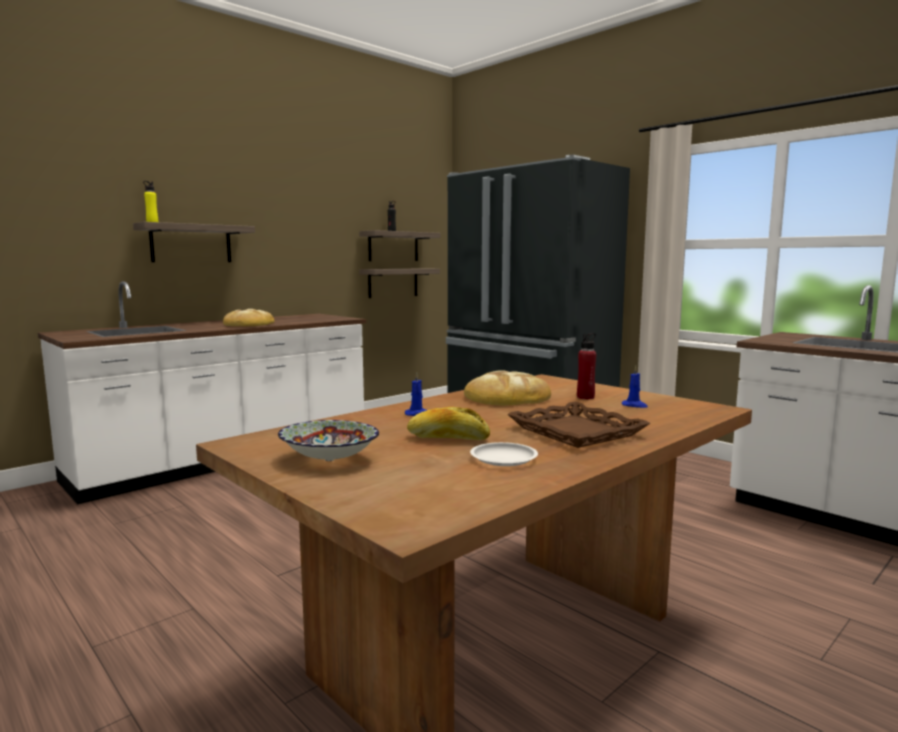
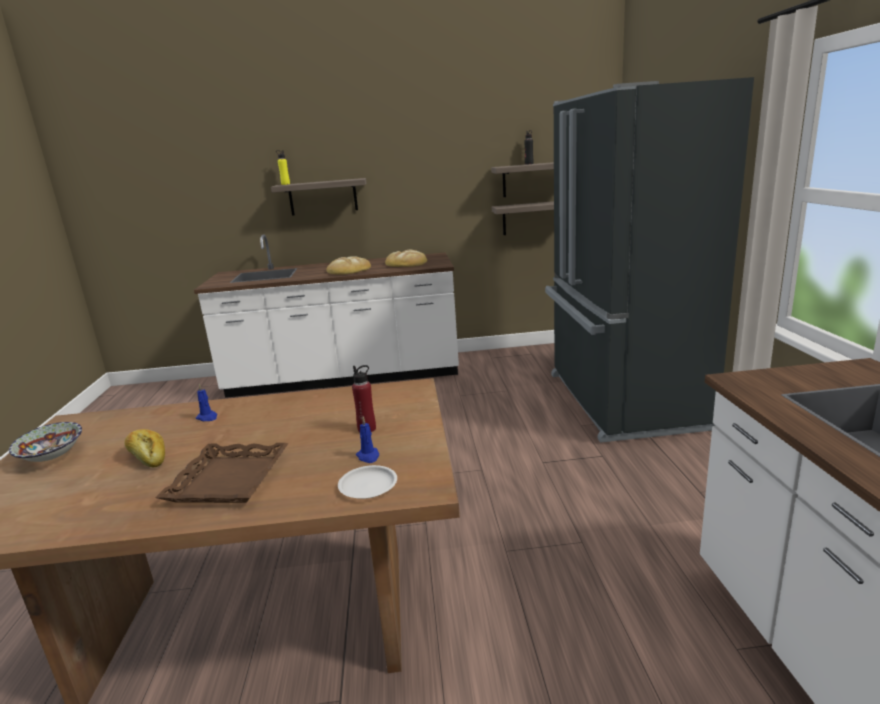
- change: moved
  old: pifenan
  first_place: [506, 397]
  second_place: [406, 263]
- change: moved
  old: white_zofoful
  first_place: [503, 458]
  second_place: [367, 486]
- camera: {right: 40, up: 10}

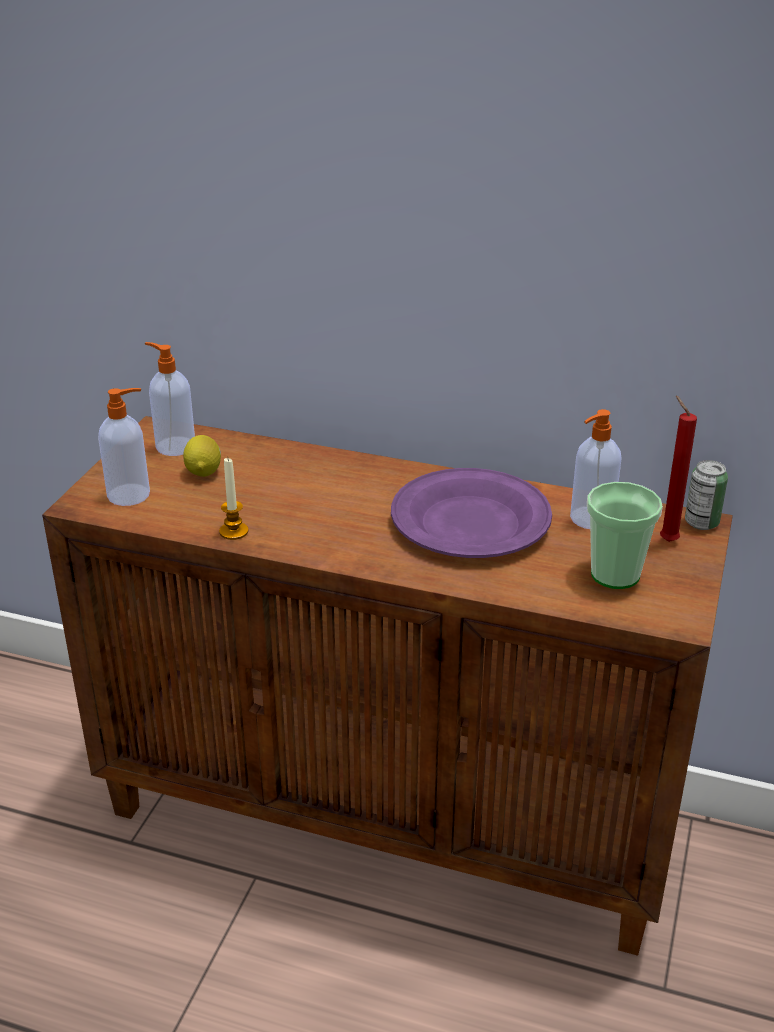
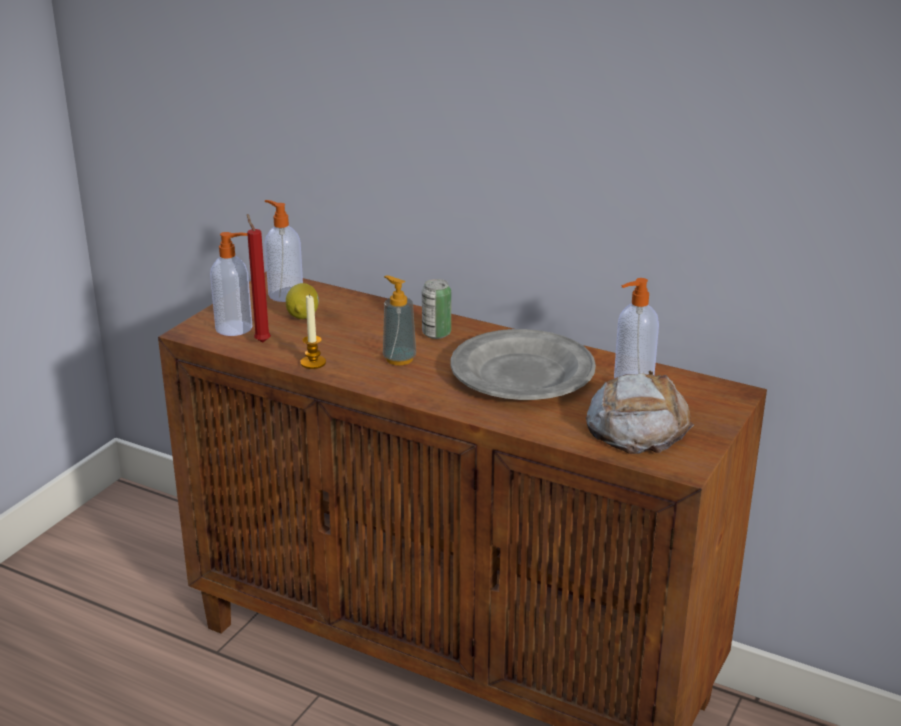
- change: moved
  old: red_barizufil
  first_place: [666, 540]
  second_place: [261, 341]
- change: moved
  old: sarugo
  first_place: [701, 523]
  second_place: [436, 334]
- change: recoloured
  old: purple_zofoful
  new: grey_zofoful
  first_place: [471, 522]
  second_place: [522, 374]
- change: replaced
  old: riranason
  new: pifenan
  first_place: [615, 575]
  second_place: [637, 425]
- change: added
  new: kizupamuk
  second_place: [399, 359]
- camera: {right: 10, up: -5}

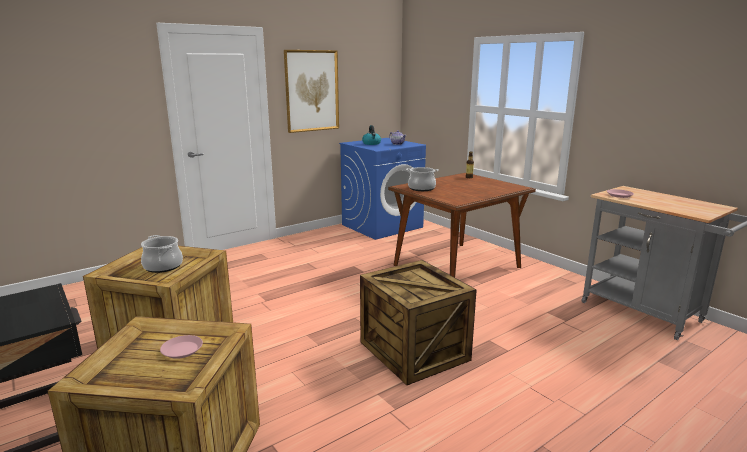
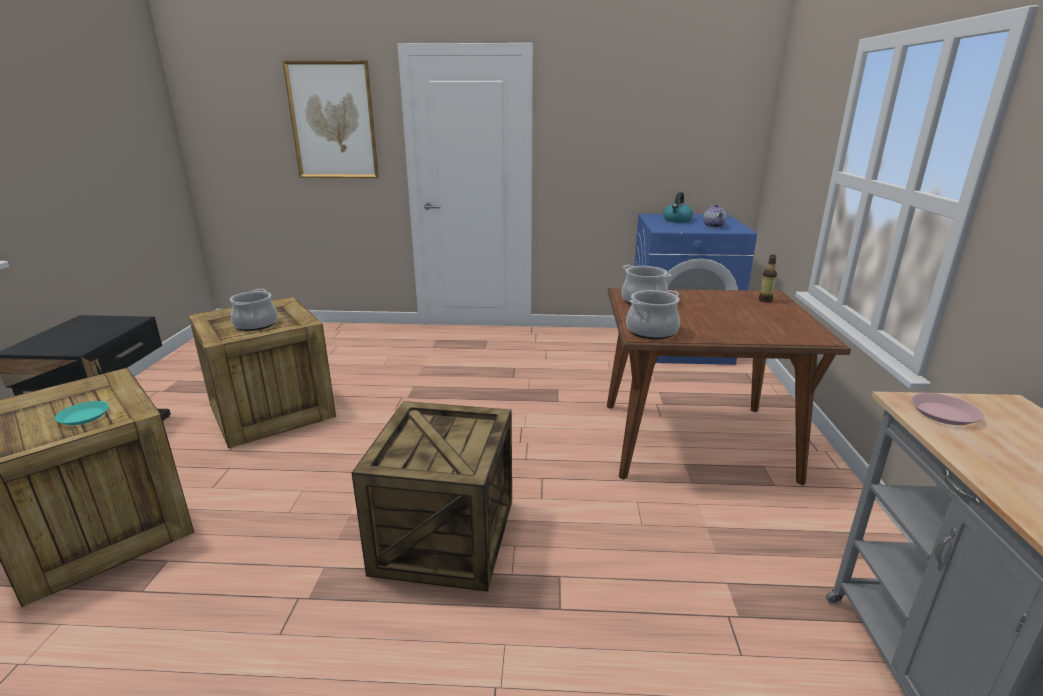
- change: moved
  old: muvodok
  first_place: [312, 91]
  second_place: [333, 121]
- change: recoloured
  old: pink_zofoful
  new: turquoise_zofoful
  first_place: [182, 350]
  second_place: [84, 416]
- change: added
  new: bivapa
  second_place: [651, 331]
- camera: {right: 40, up: 5}

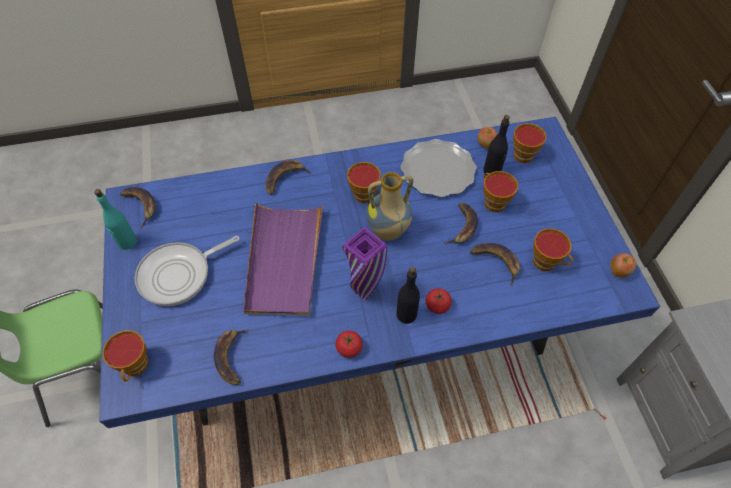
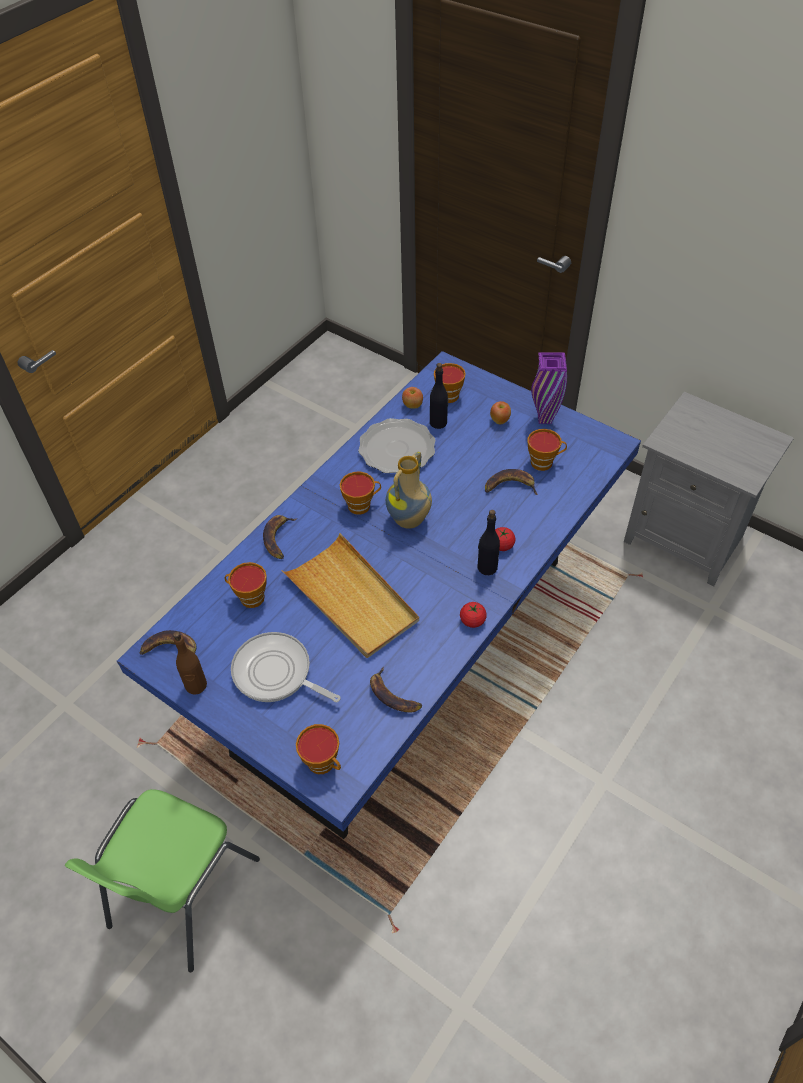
- change: moved
  old: riranason
  first_place: [492, 202]
  second_place: [249, 597]
- change: recoloured
  old: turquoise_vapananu
  new: brown_vapananu
  first_place: [127, 242]
  second_place: [196, 685]
- change: recoloured
  old: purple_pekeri
  new: beige_pekeri
  first_place: [284, 260]
  second_place: [352, 599]
- change: removed
  old: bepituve
  first_place: [462, 227]
- change: moved
  old: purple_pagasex
  first_place: [364, 292]
  second_place: [544, 419]
- change: turned
  old: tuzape
  first_place: [179, 275]
  second_place: [276, 673]
  degrees: 105
- change: moved
  old: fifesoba
  first_place: [618, 271]
  second_place: [500, 420]
- camera: {right: -40, up: -5}

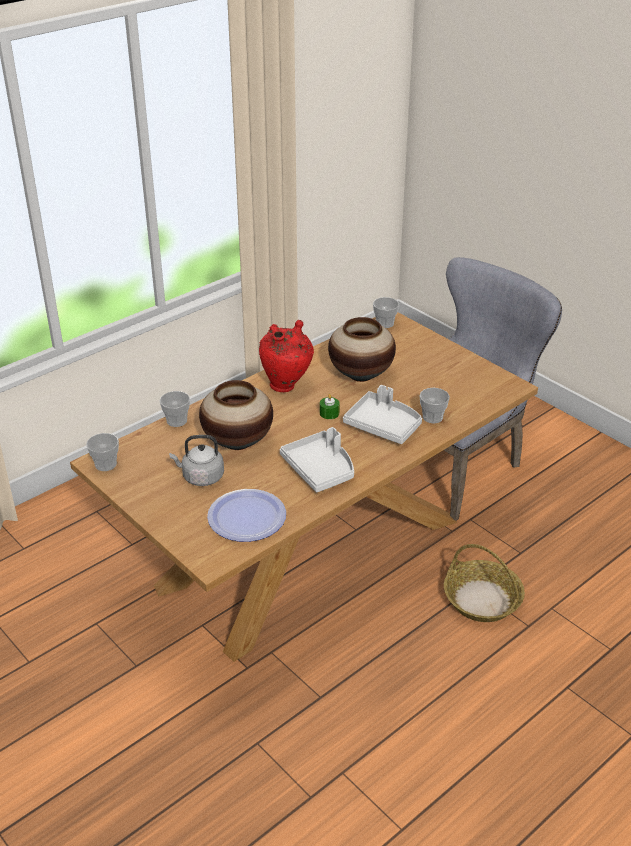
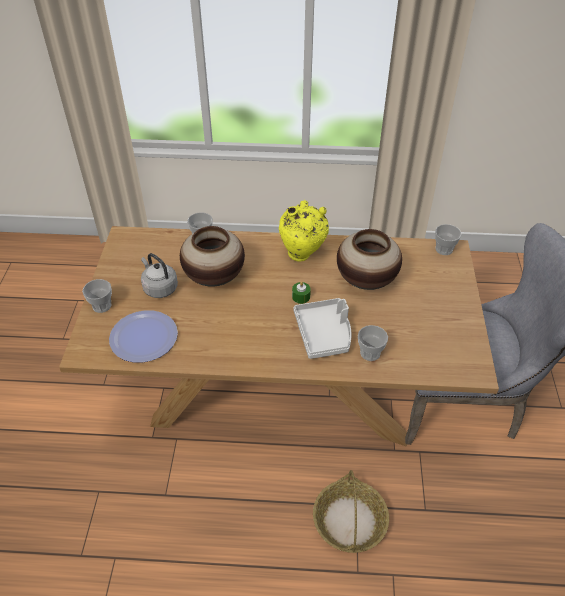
- change: recoloured
  old: red_pagasex
  new: yellow_pagasex
  first_place: [286, 386]
  second_place: [302, 256]
- change: removed
  old: grey_pekeri
  first_place: [320, 469]
- change: moved
  old: riranason
  first_place: [105, 464]
  second_place: [102, 306]
- camera: {right: 45, up: 10}

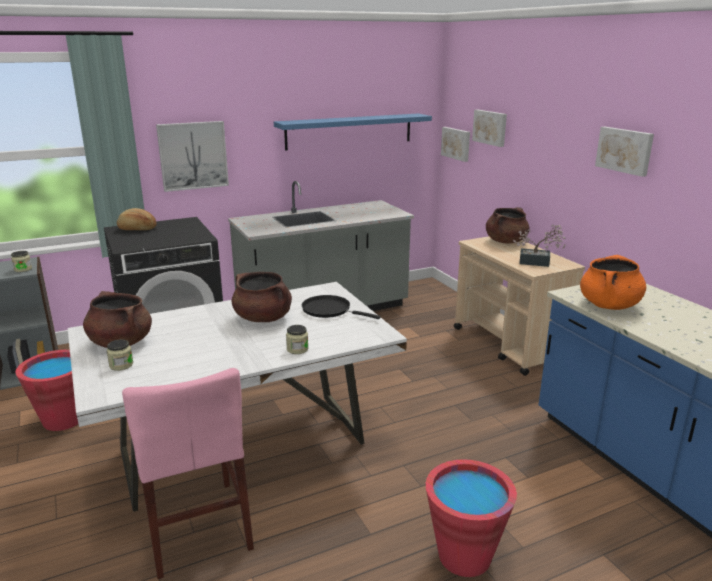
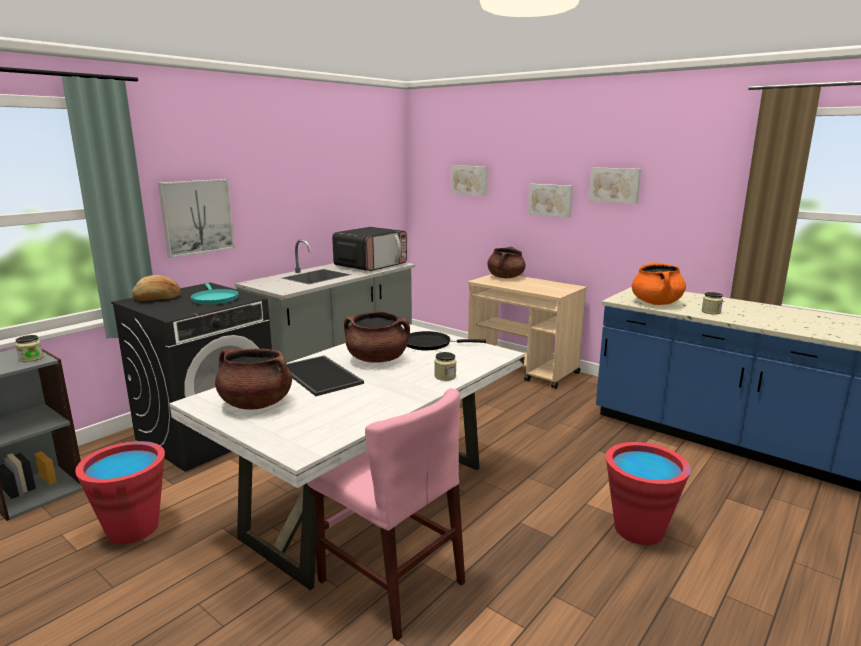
- change: removed
  old: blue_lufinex
  first_place: [349, 131]
- change: moved
  old: muvodok
  first_place: [456, 143]
  second_place: [550, 200]
- change: removed
  old: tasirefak
  first_place: [538, 262]
- change: moved
  old: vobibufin
  first_place: [121, 365]
  second_place: [711, 312]
- change: added
  new: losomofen
  second_place: [371, 265]
- change: added
  new: turquoise_tuzape
  second_place: [214, 299]
- change: added
  new: pekeri
  second_place: [322, 375]
- camera: {right: -25, up: -5}

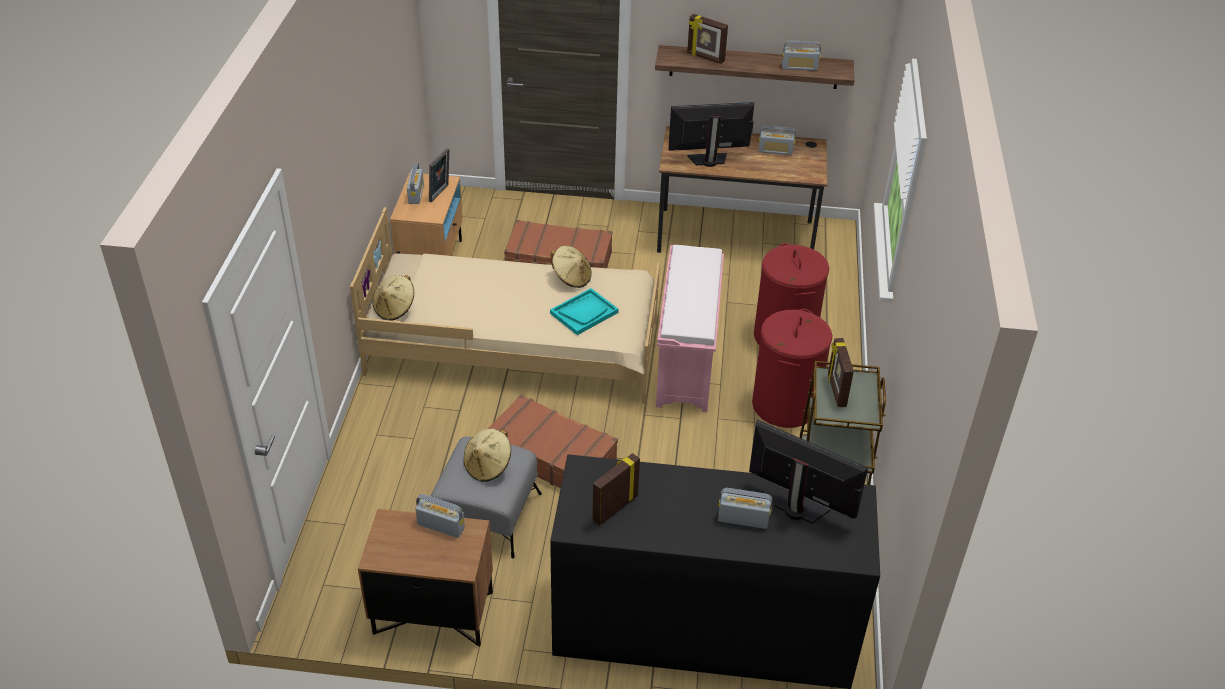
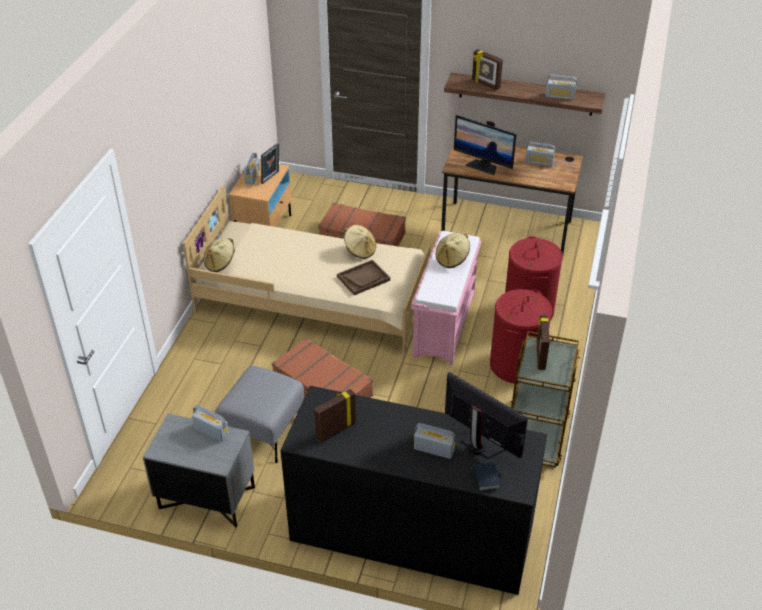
- change: turned
  old: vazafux
  first_place: [708, 160]
  second_place: [483, 166]
  degrees: -150
- change: recoloured
  old: turquoise_pekeri
  new: brown_pekeri
  first_place: [584, 313]
  second_place: [363, 278]
- change: moved
  old: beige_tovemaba
  first_place: [488, 466]
  second_place: [452, 259]
- change: recoloured
  old: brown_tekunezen
  new: grey_tekunezen
  first_place: [432, 614]
  second_place: [206, 498]
- change: added
  new: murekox
  second_place: [486, 479]
- camera: {right: 10, up: 0}

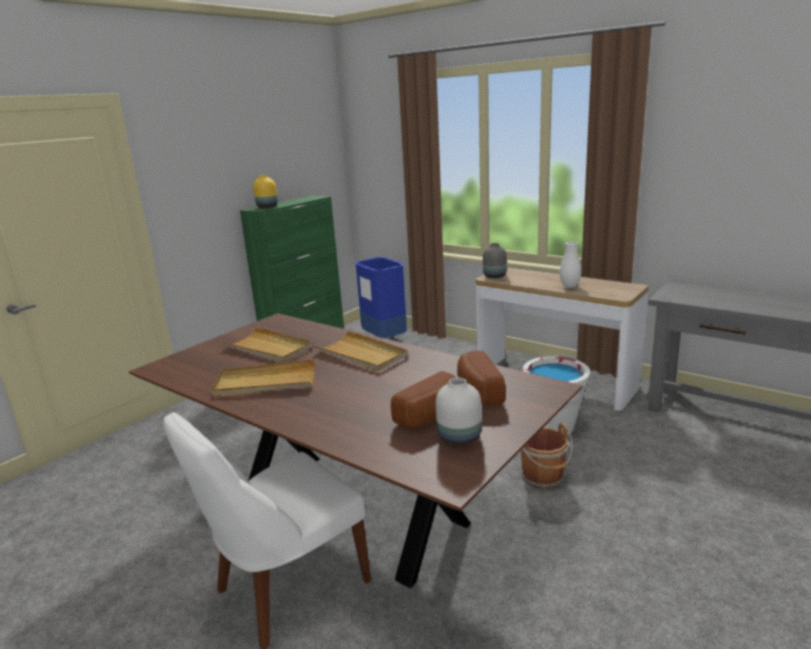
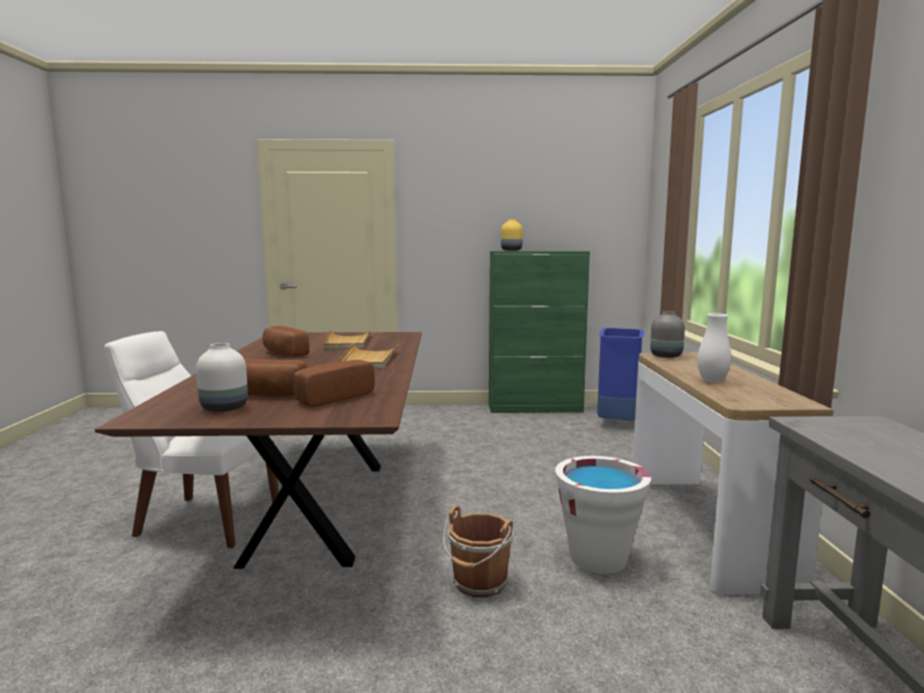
- change: replaced
  old: beige_pekeri
  new: pifenan
  first_place: [265, 382]
  second_place: [283, 353]
- camera: {right: 50, up: -10}

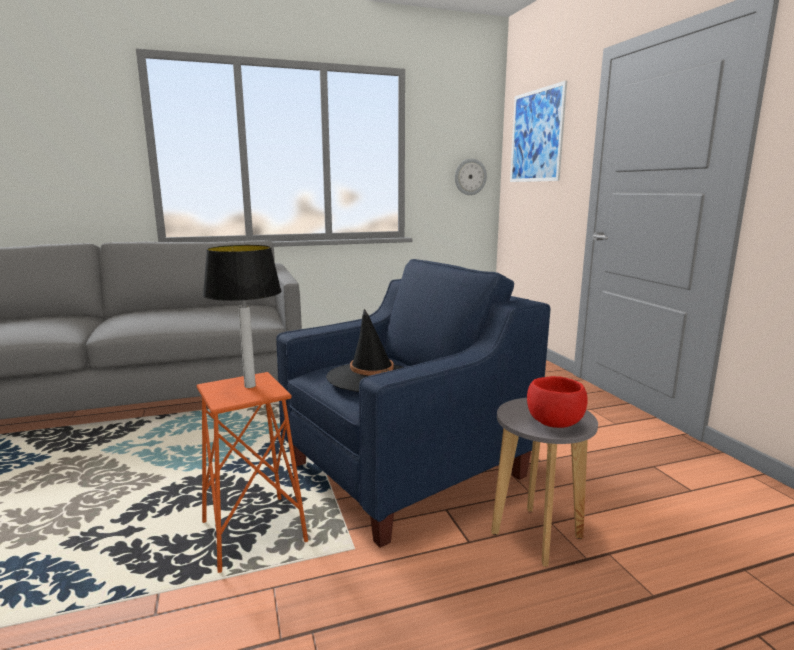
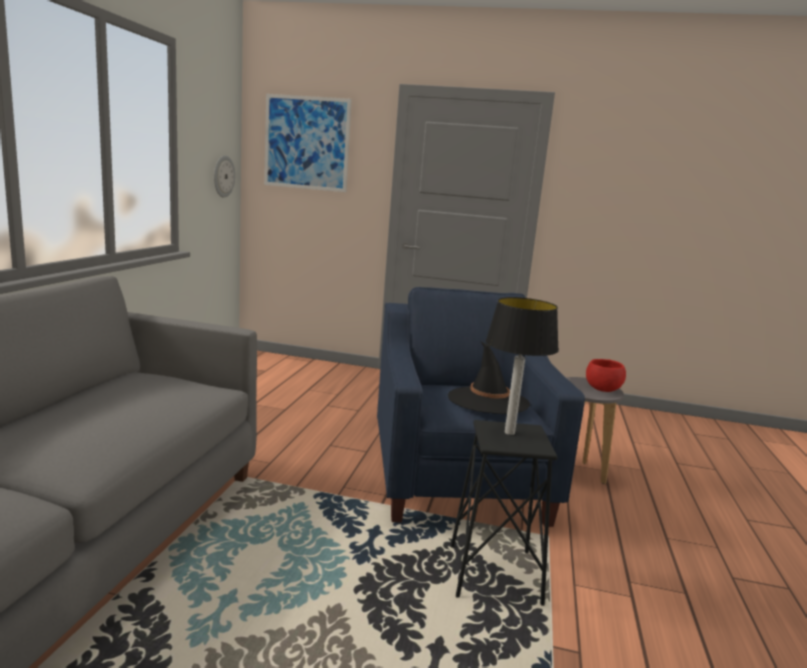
- change: recoloured
  old: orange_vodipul
  new: black_vodipul
  first_place: [253, 533]
  second_place: [494, 575]
- camera: {right: -60, up: 0}

